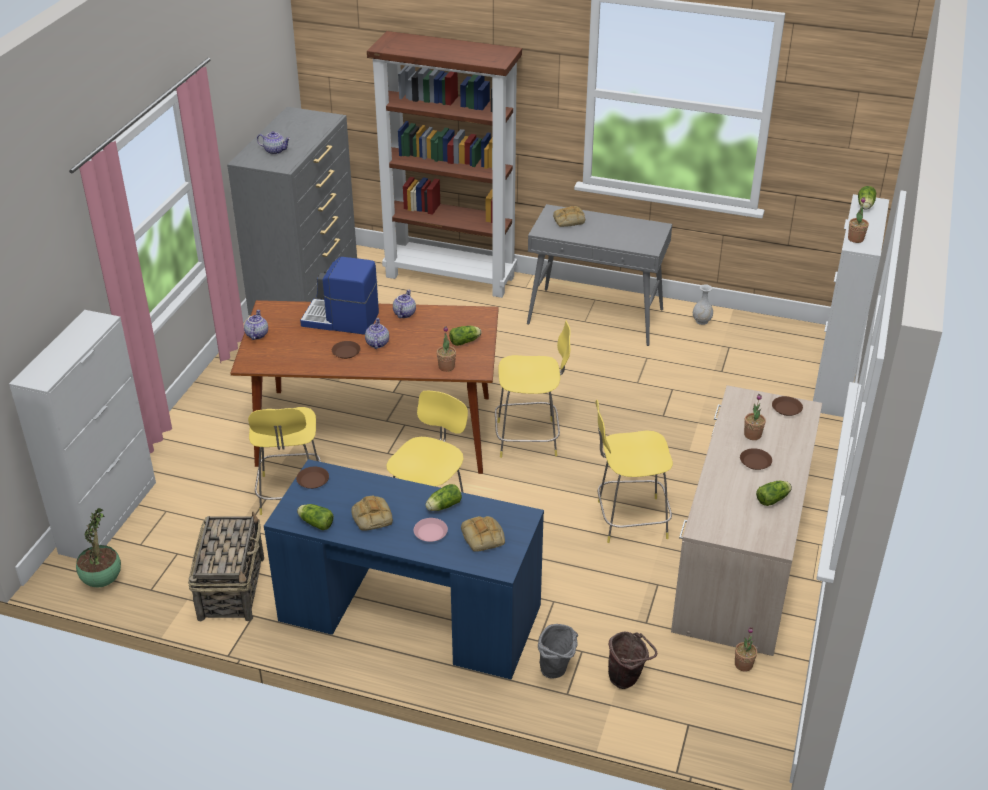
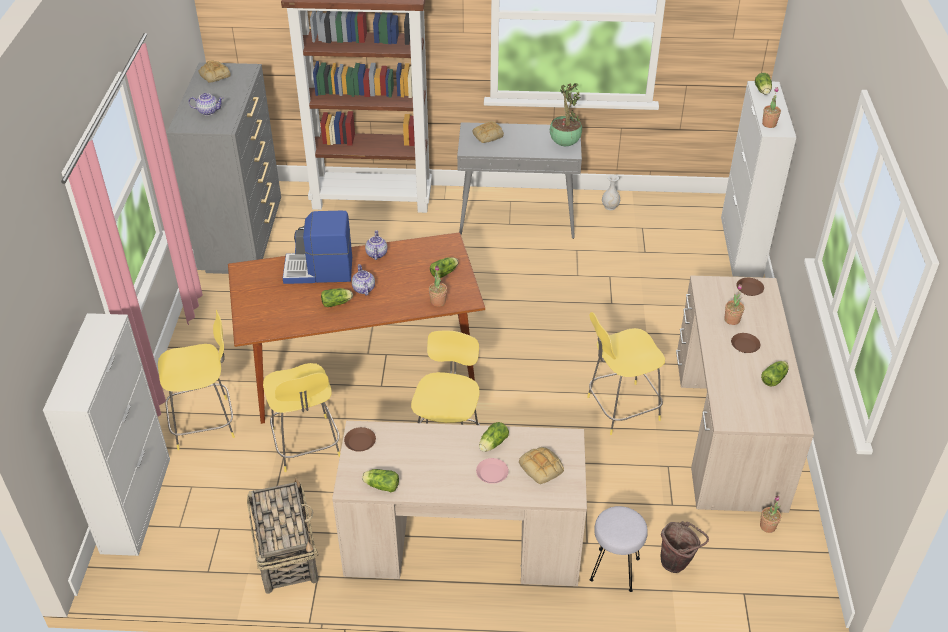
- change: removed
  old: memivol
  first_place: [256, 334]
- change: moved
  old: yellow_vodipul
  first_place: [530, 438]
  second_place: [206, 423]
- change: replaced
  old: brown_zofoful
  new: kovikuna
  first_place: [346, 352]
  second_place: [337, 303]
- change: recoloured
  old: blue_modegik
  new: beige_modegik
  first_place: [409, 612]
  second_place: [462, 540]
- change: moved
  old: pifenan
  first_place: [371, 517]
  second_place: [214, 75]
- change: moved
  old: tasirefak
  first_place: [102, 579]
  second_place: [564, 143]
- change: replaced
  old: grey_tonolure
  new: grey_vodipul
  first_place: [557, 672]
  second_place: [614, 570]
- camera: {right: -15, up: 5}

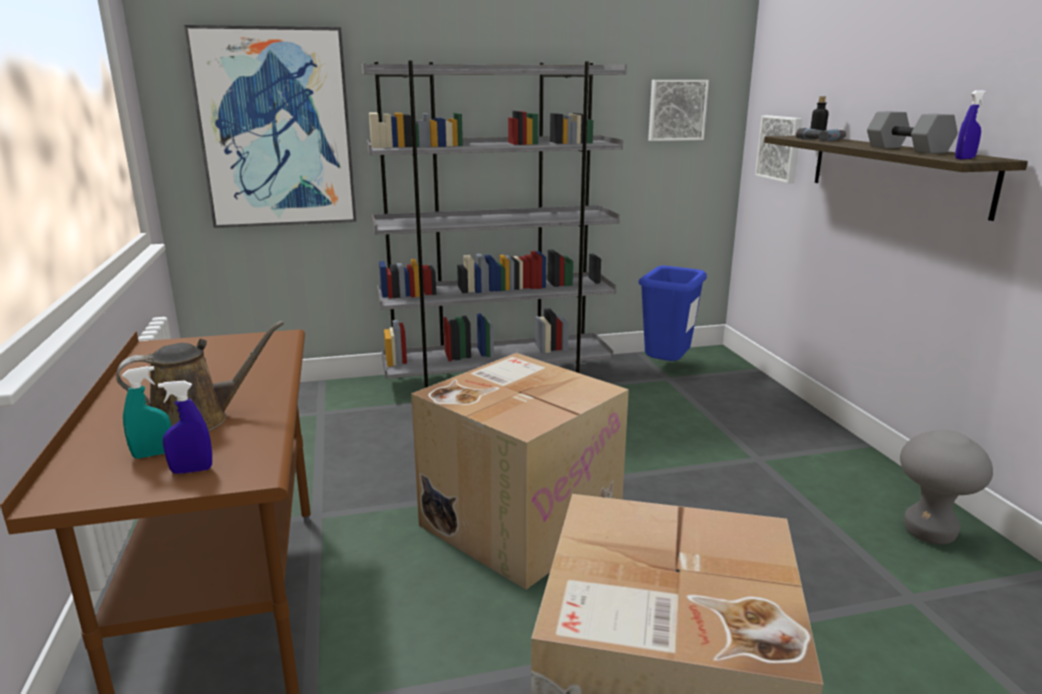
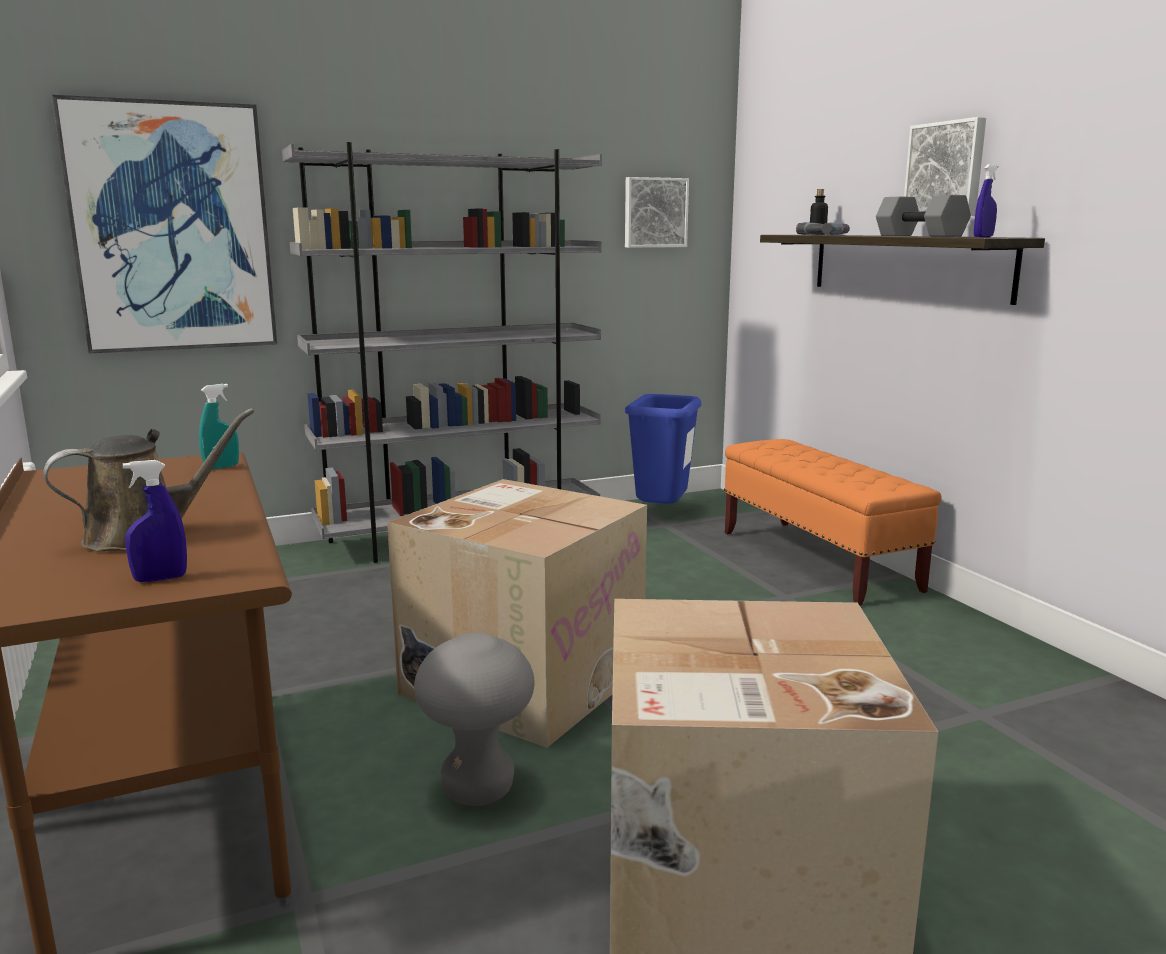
- change: moved
  old: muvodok
  first_place: [780, 148]
  second_place: [946, 169]
- change: moved
  old: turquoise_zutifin
  first_place: [153, 454]
  second_place: [221, 467]
- change: moved
  old: grey_vodipul
  first_place: [929, 533]
  second_place: [478, 789]
- change: added
  new: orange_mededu
  second_place: [817, 561]
- camera: {right: -10, up: -5}

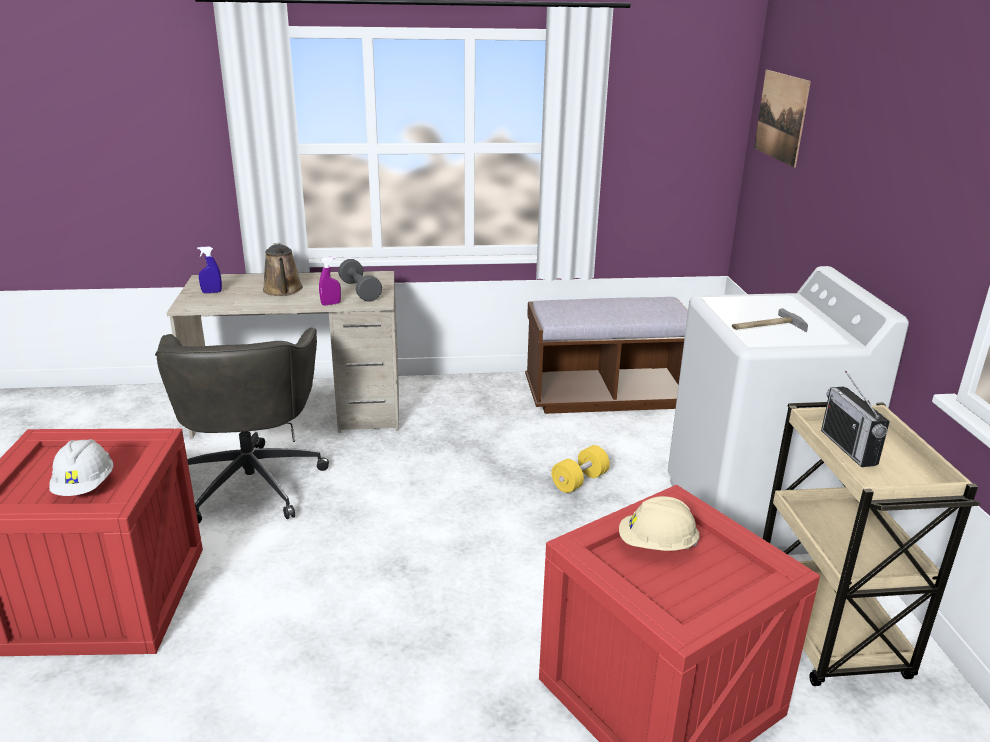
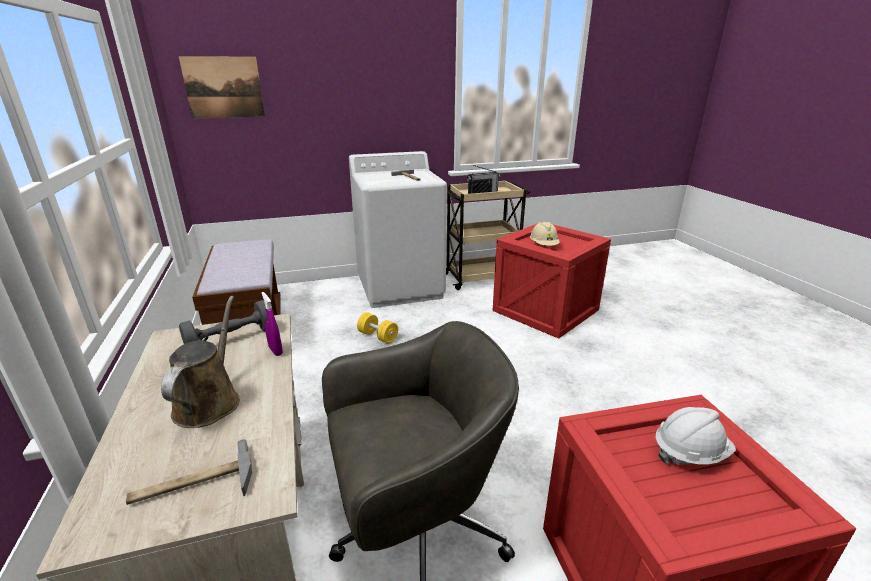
- change: turned
  old: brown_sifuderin
  first_place: [283, 290]
  second_place: [210, 401]
  degrees: -60
- change: replaced
  old: blue_zutifin
  new: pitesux
  first_place: [212, 292]
  second_place: [193, 485]
- camera: {right: -100, up: 0}

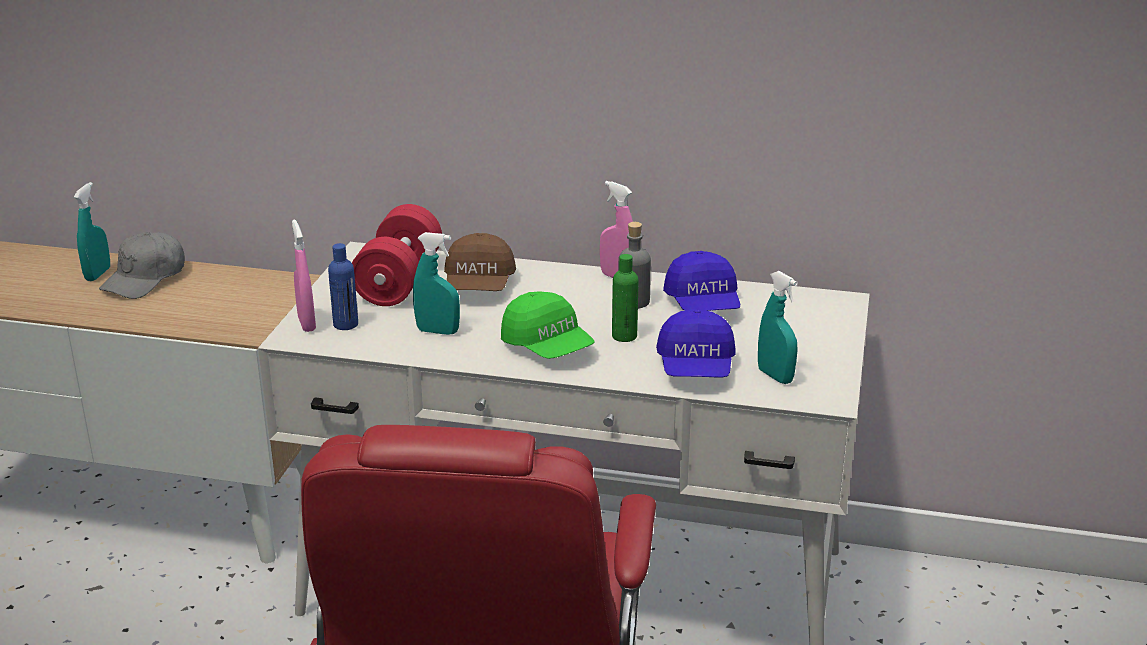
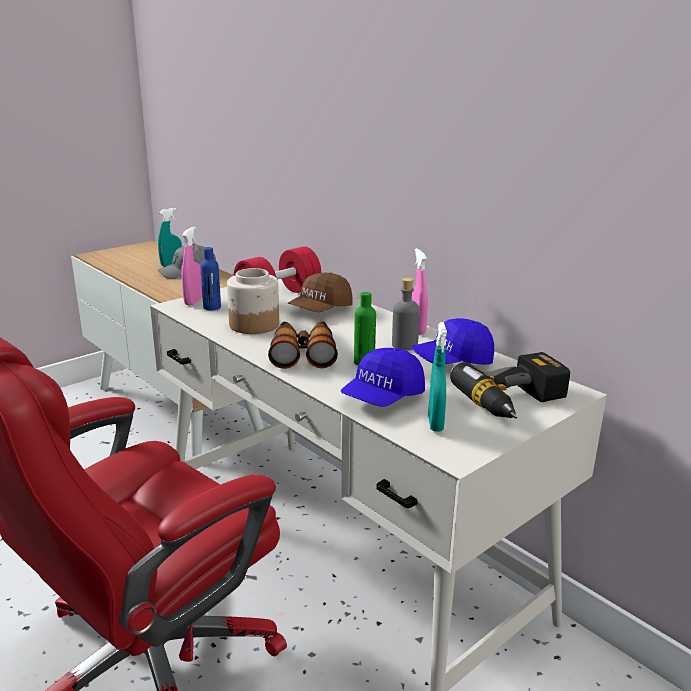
- change: replaced
  old: turquoise_zutifin
  new: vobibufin
  first_place: [437, 331]
  second_place: [254, 325]
- change: turned
  old: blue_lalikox
  first_place: [703, 304]
  second_place: [452, 361]
  degrees: 45
- change: replaced
  old: green_lalikox
  new: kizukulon
  first_place: [547, 347]
  second_place: [303, 353]
- change: added
  new: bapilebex
  second_place: [516, 403]
- camera: {right: 35, up: -5}

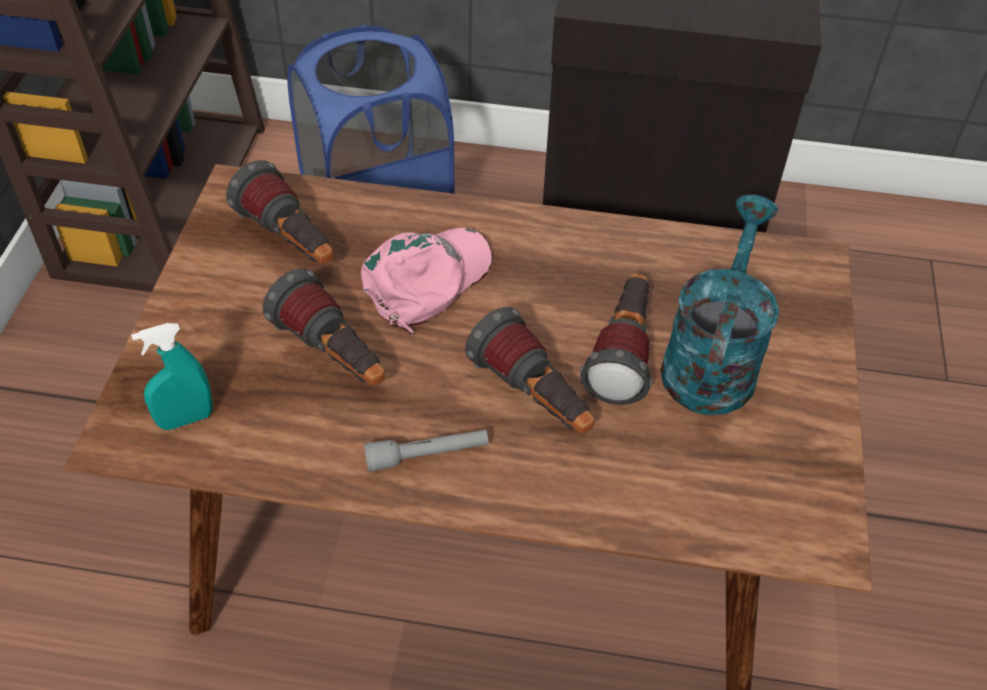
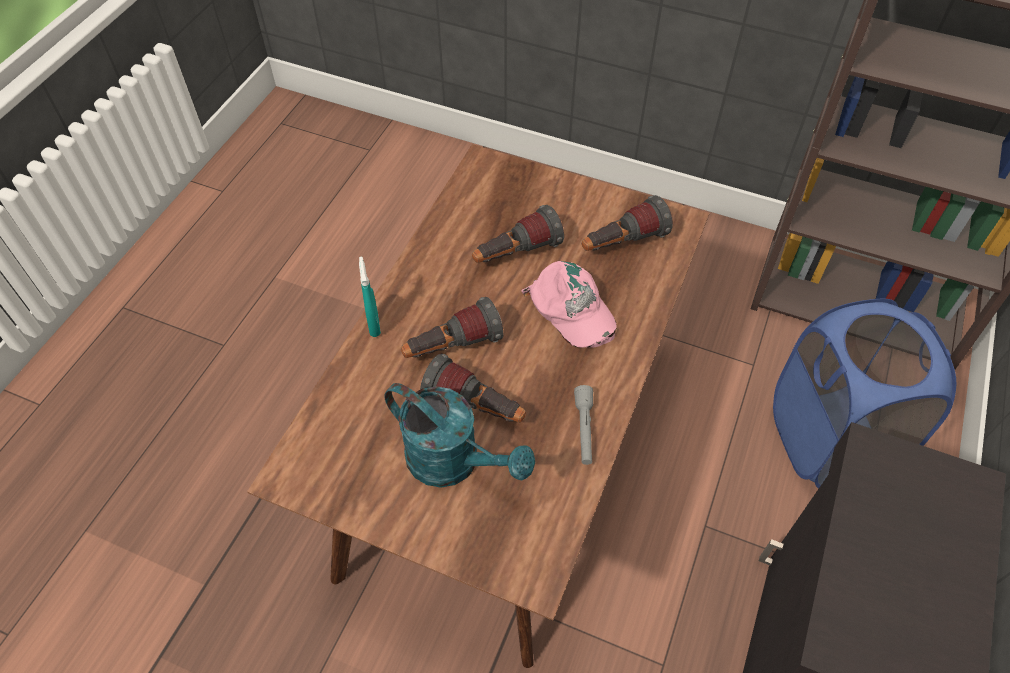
- change: moved
  old: turquoise_zutifin
  first_place: [186, 419]
  second_place: [374, 324]
- change: moved
  old: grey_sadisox
  first_place: [427, 455]
  second_place: [584, 429]
- camera: {right: 105, up: 5}

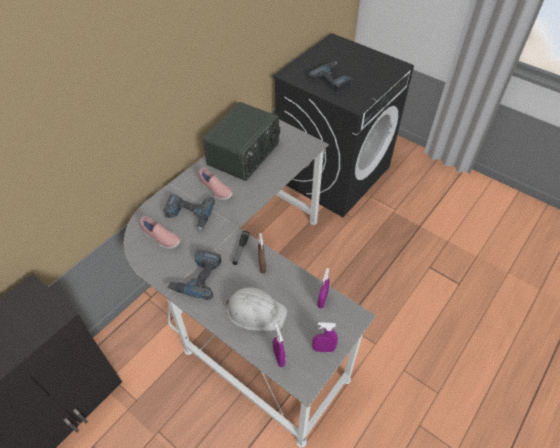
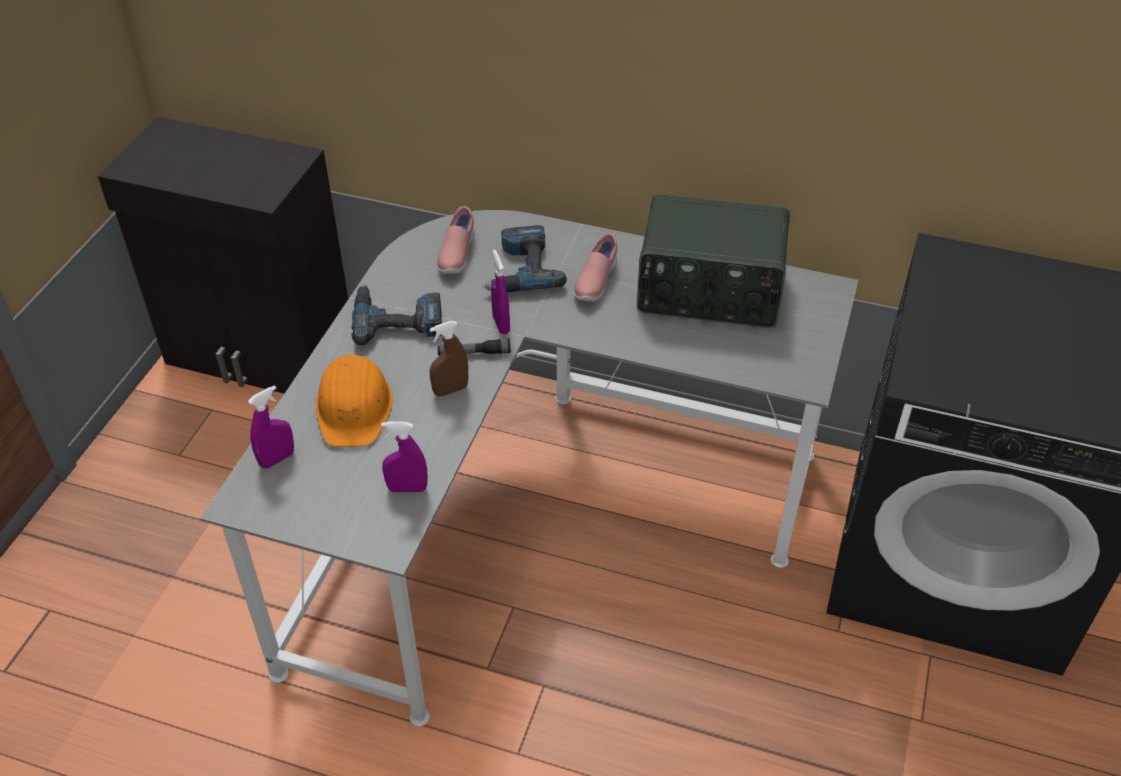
- change: removed
  old: bapilebex
  first_place: [333, 80]
- change: recoloured
  old: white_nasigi
  new: orange_nasigi
  first_place: [255, 312]
  second_place: [354, 407]
- change: moved
  old: purple_zutifin
  first_place: [323, 349]
  second_place: [501, 324]
- camera: {right: 70, up: -5}

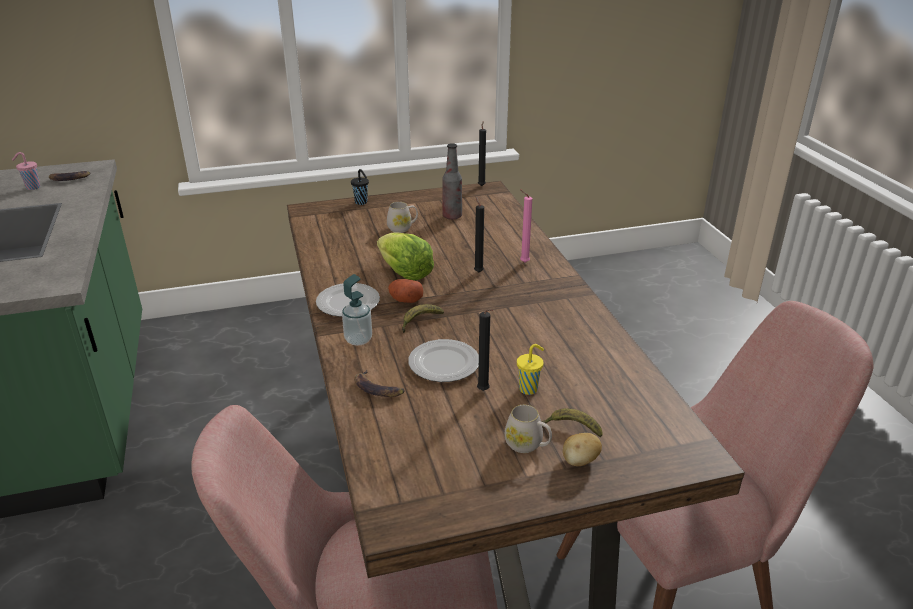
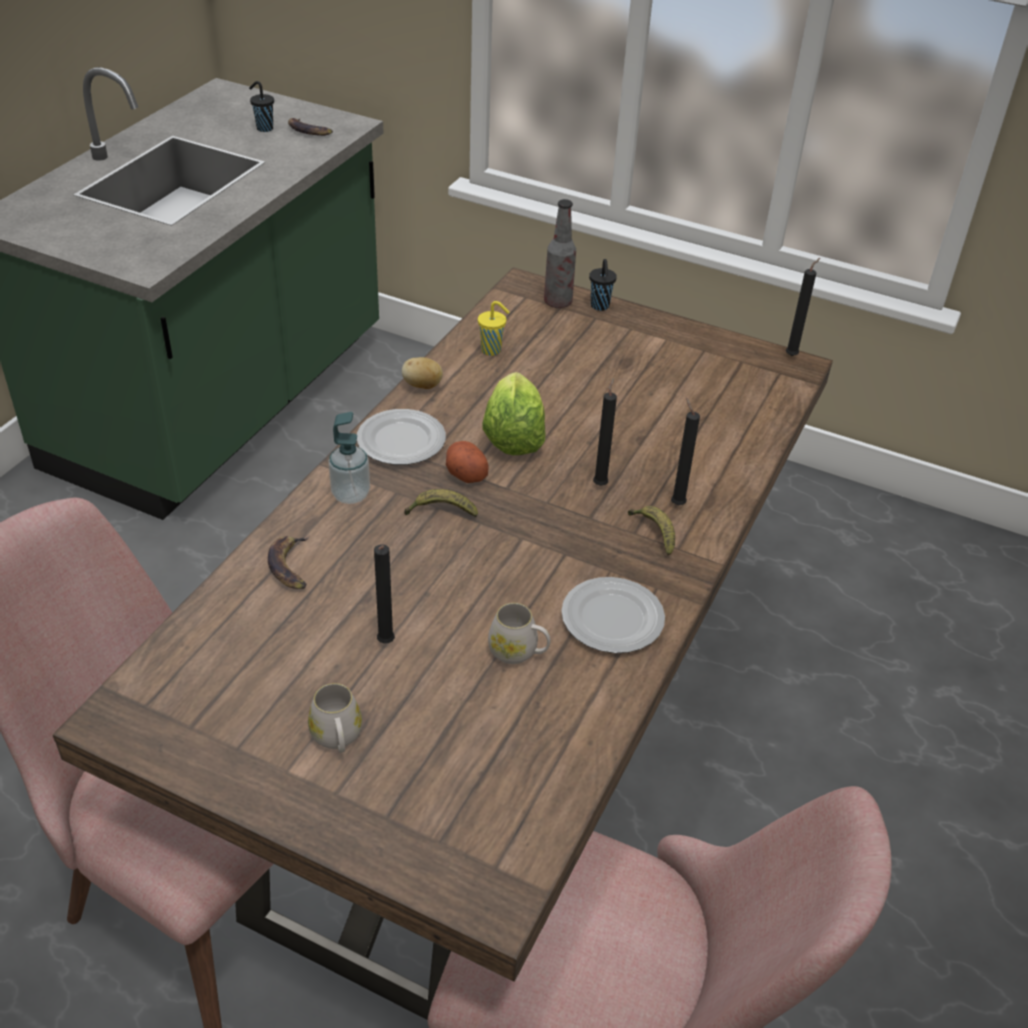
- change: moved
  old: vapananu
  first_place: [452, 216]
  second_place: [557, 302]
- change: recoloured
  old: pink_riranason
  new: black_riranason
  first_place: [32, 187]
  second_place: [264, 128]
- change: recoloured
  old: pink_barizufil
  new: black_barizufil
  first_place: [523, 262]
  second_place: [676, 503]
- change: moved
  old: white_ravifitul
  first_place: [402, 228]
  second_place: [518, 652]
- change: moved
  old: zofoful
  first_place: [443, 364]
  second_place: [611, 618]
- change: moved
  old: yellow_riranason
  first_place: [529, 389]
  second_place: [492, 350]
- change: moved
  old: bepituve
  first_place: [571, 428]
  second_place: [654, 533]
- change: moved
  old: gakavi
  first_place: [580, 461]
  second_place: [422, 386]
- camera: {right: 40, up: 10}

